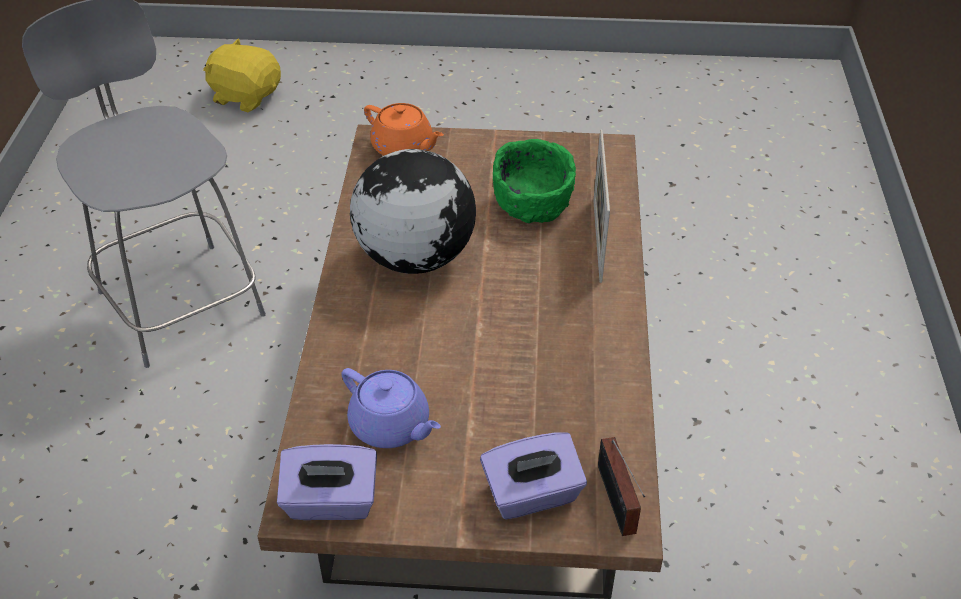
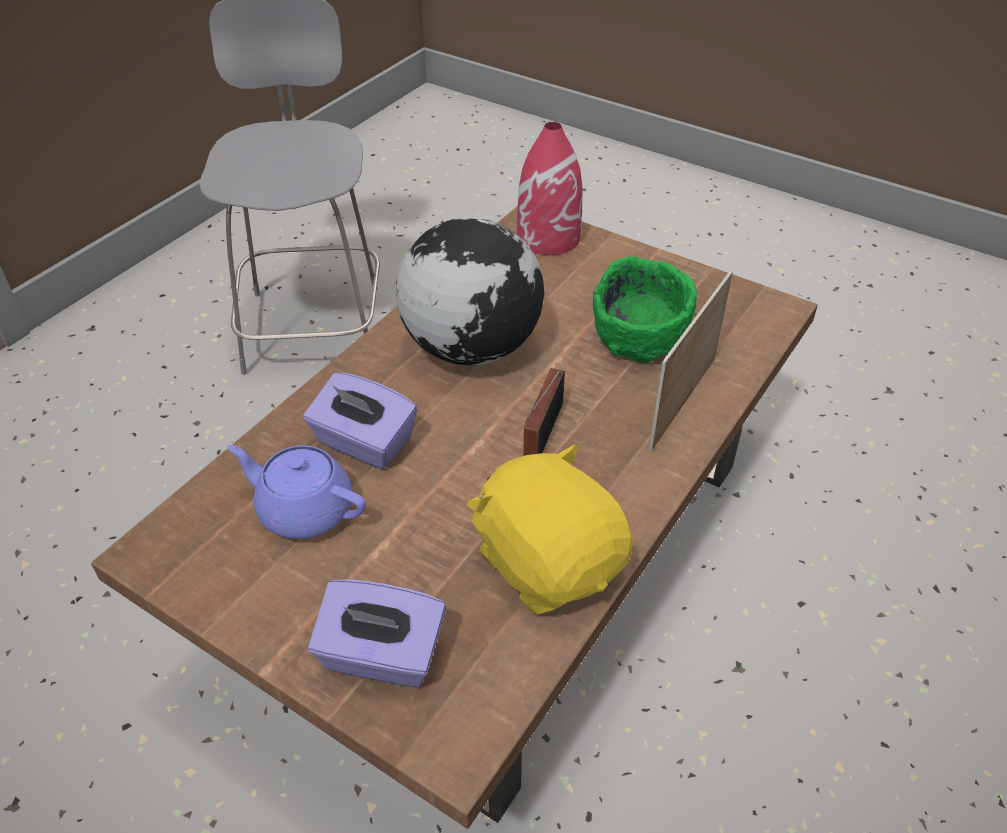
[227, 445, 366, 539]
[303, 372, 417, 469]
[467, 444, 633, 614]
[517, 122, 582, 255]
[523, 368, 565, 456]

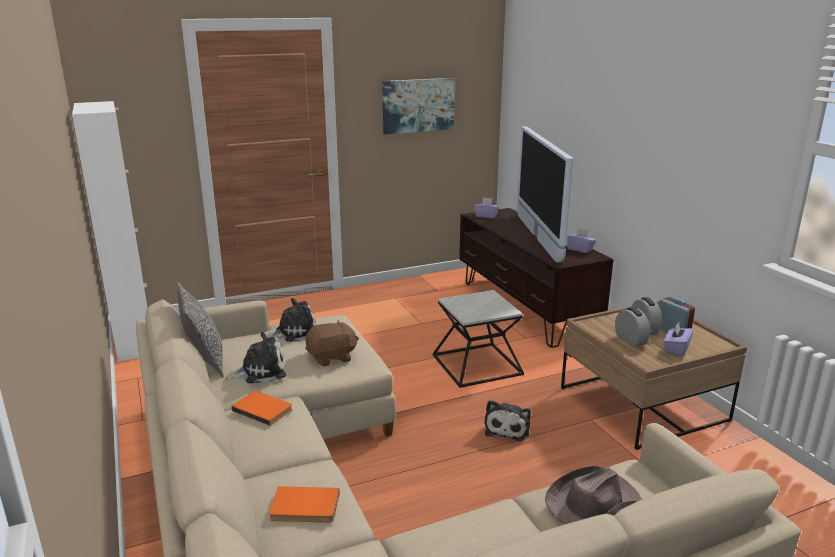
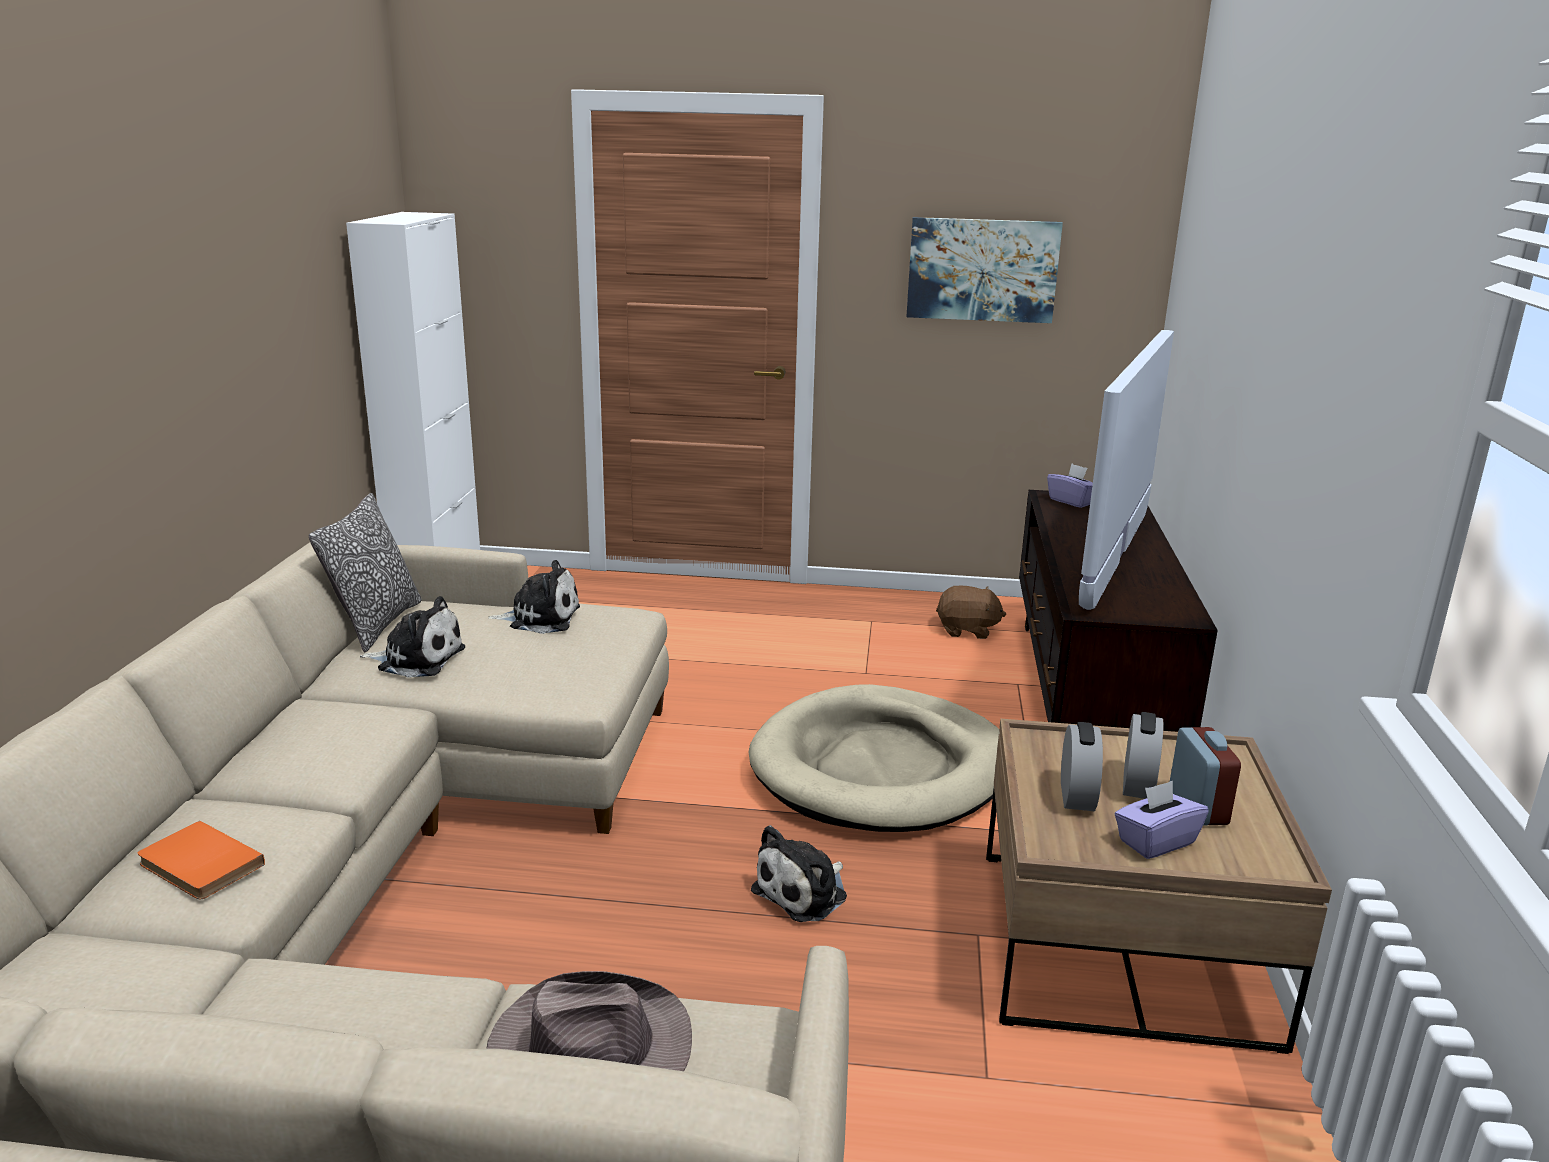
[748, 684, 1000, 832]
[936, 586, 1006, 639]
[231, 391, 293, 426] (first image)
[566, 228, 596, 253] (first image)

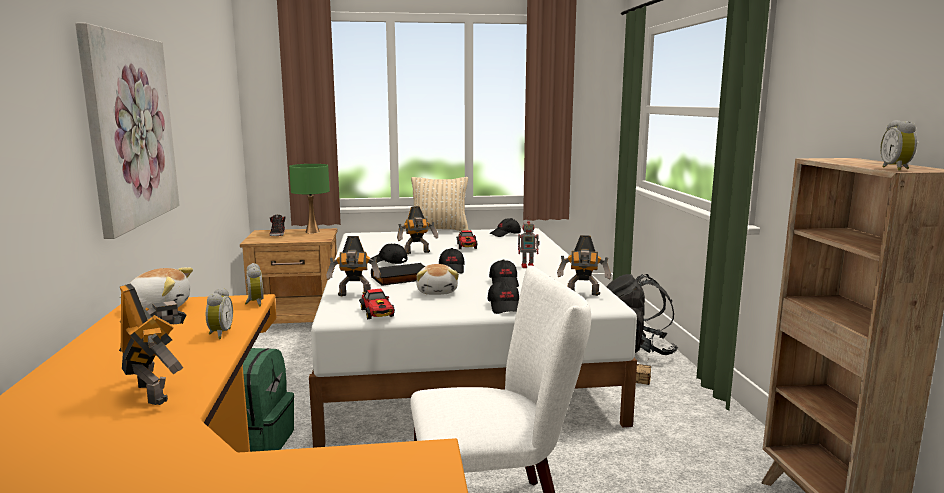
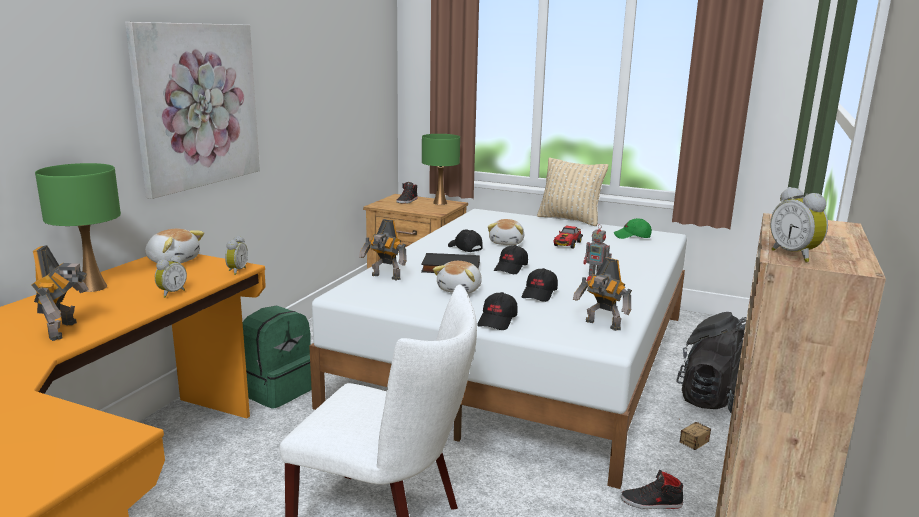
[35, 163, 121, 292]
[488, 219, 524, 245]
[614, 218, 652, 239]
[621, 470, 683, 509]
[770, 187, 828, 262]
[359, 289, 395, 319] (first image)

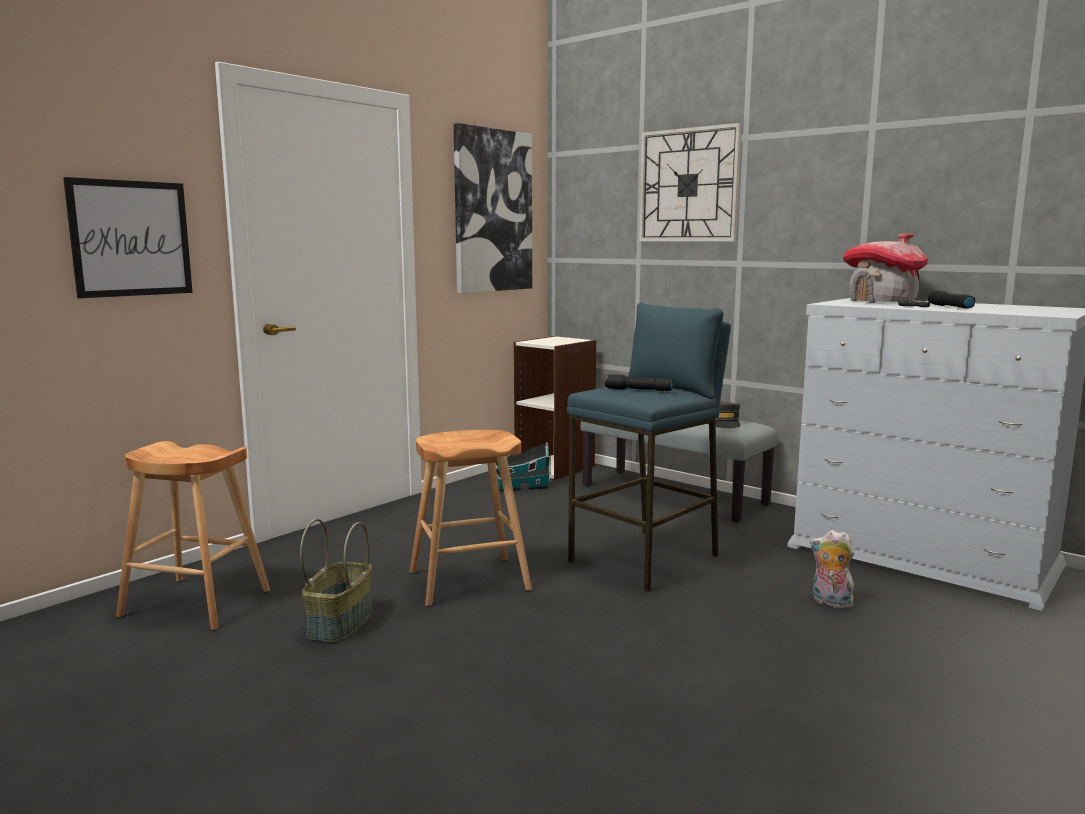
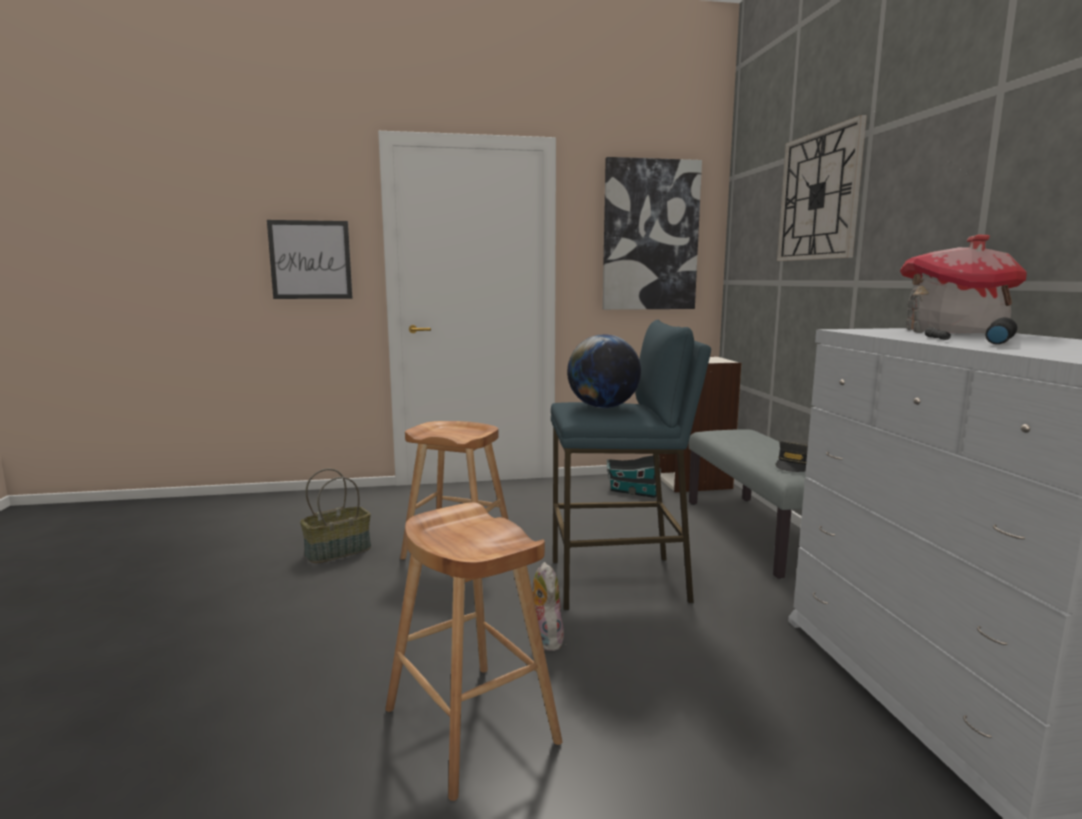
[385, 502, 562, 801]
[532, 562, 564, 651]
[567, 334, 641, 408]

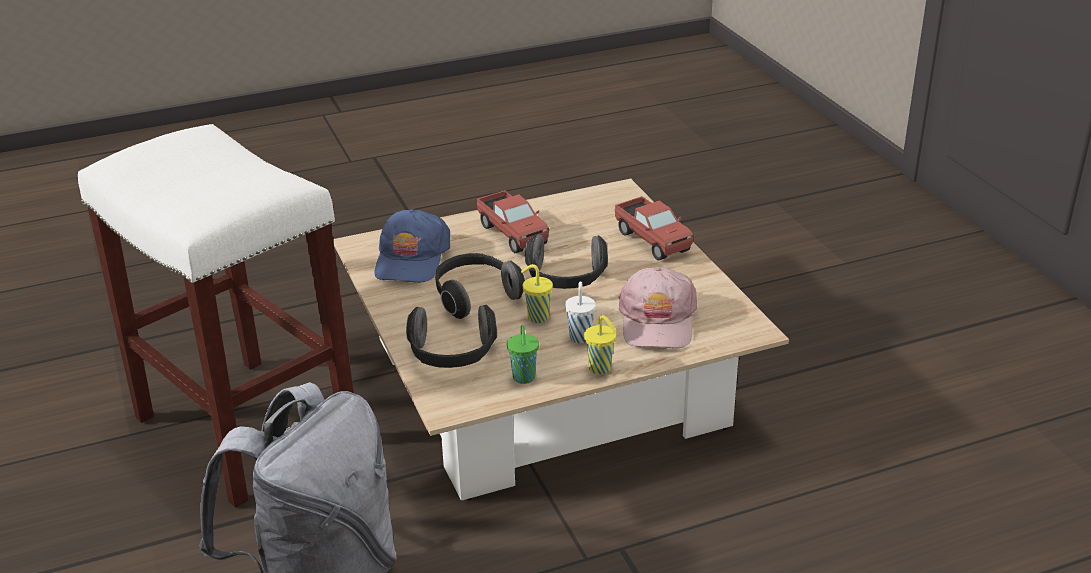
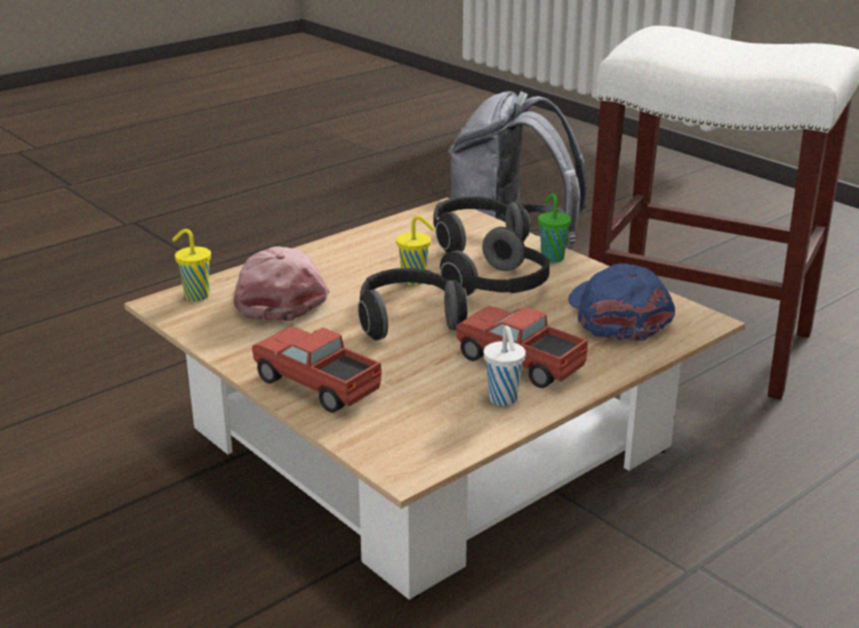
[172, 229, 211, 301]
[484, 326, 526, 406]
[538, 193, 571, 263]

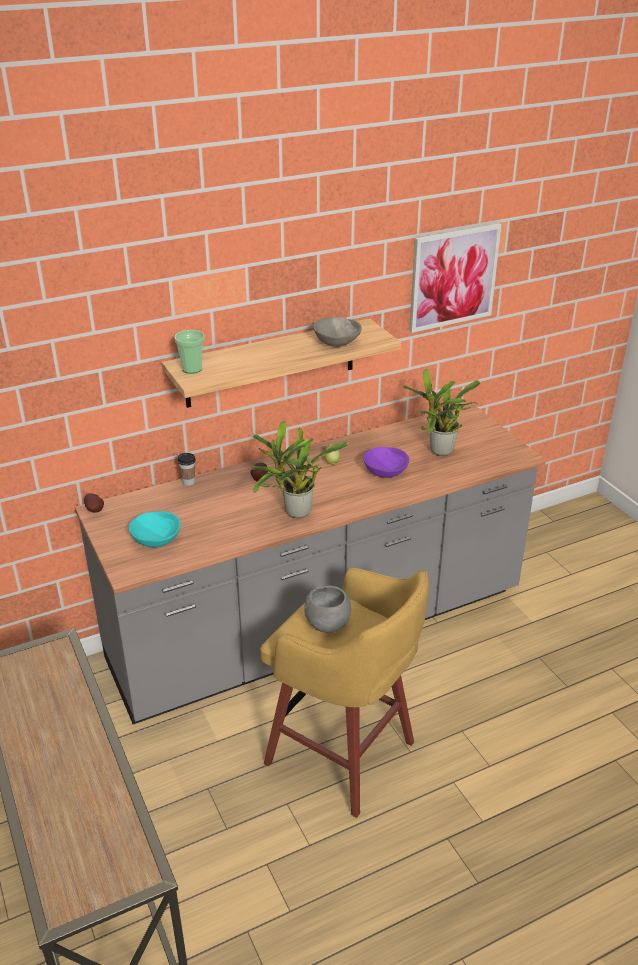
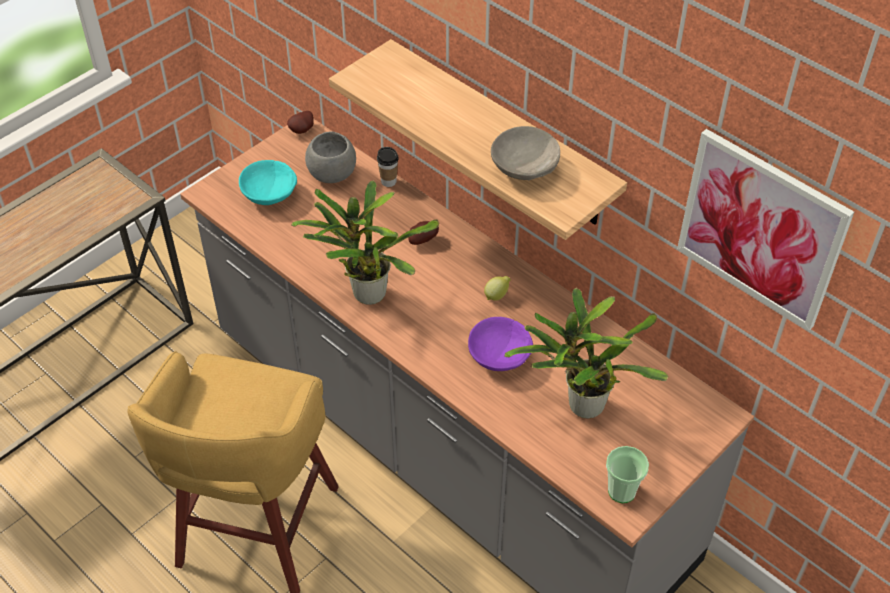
[305, 131, 356, 183]
[606, 446, 649, 503]

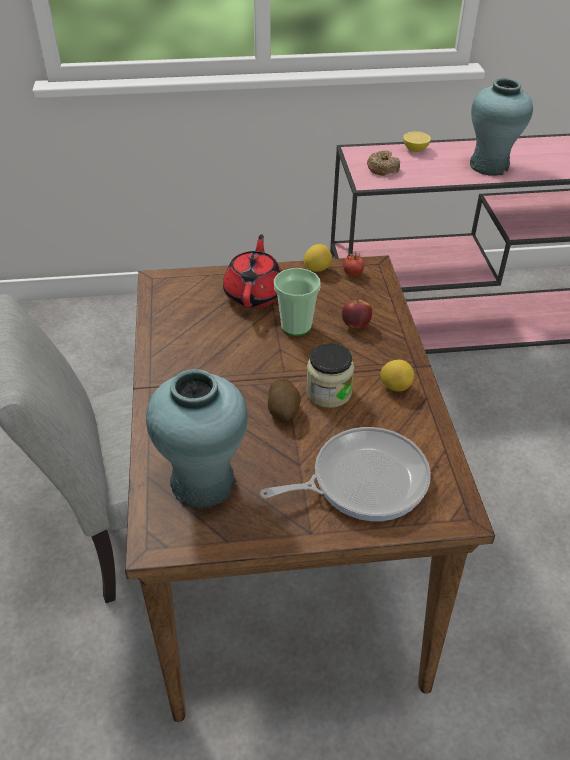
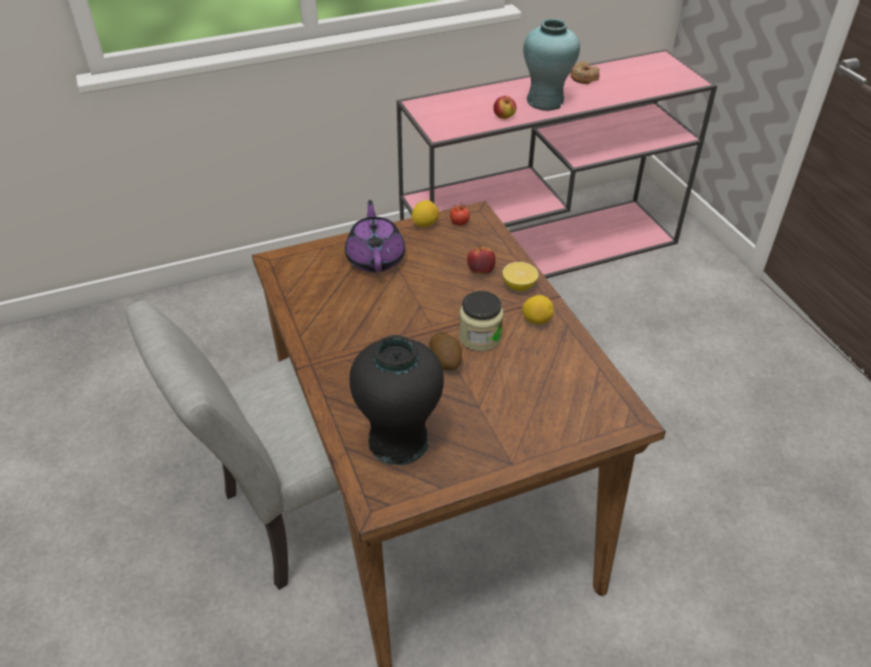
[345, 200, 405, 272]
[349, 335, 444, 466]
[493, 96, 516, 119]
[502, 262, 539, 291]
[570, 61, 600, 84]
[260, 427, 431, 521] (first image)
[274, 268, 321, 336] (first image)

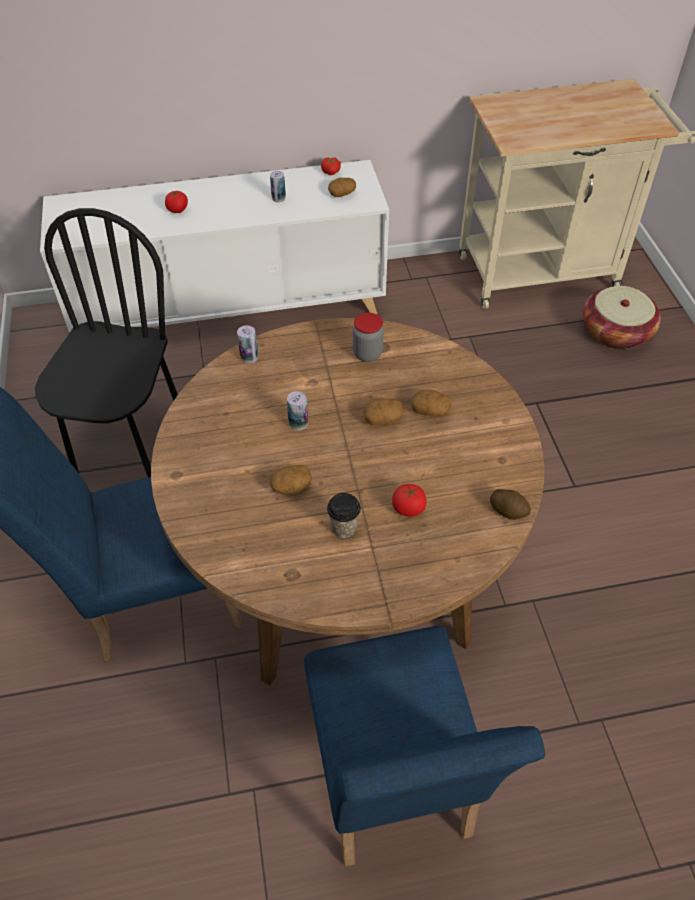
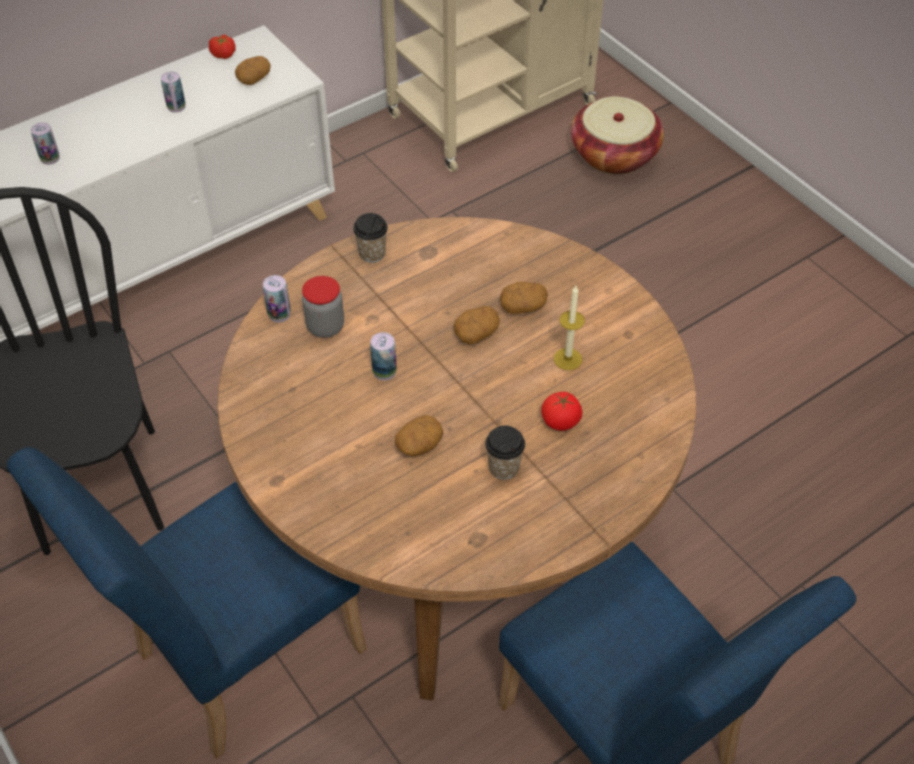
[31, 123, 60, 165]
[302, 276, 344, 338]
[353, 213, 388, 263]
[554, 286, 585, 370]
[490, 489, 531, 520] (first image)

